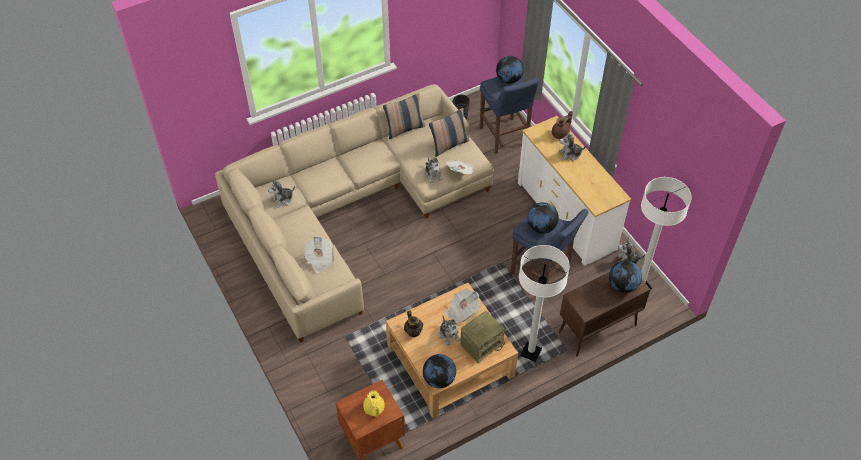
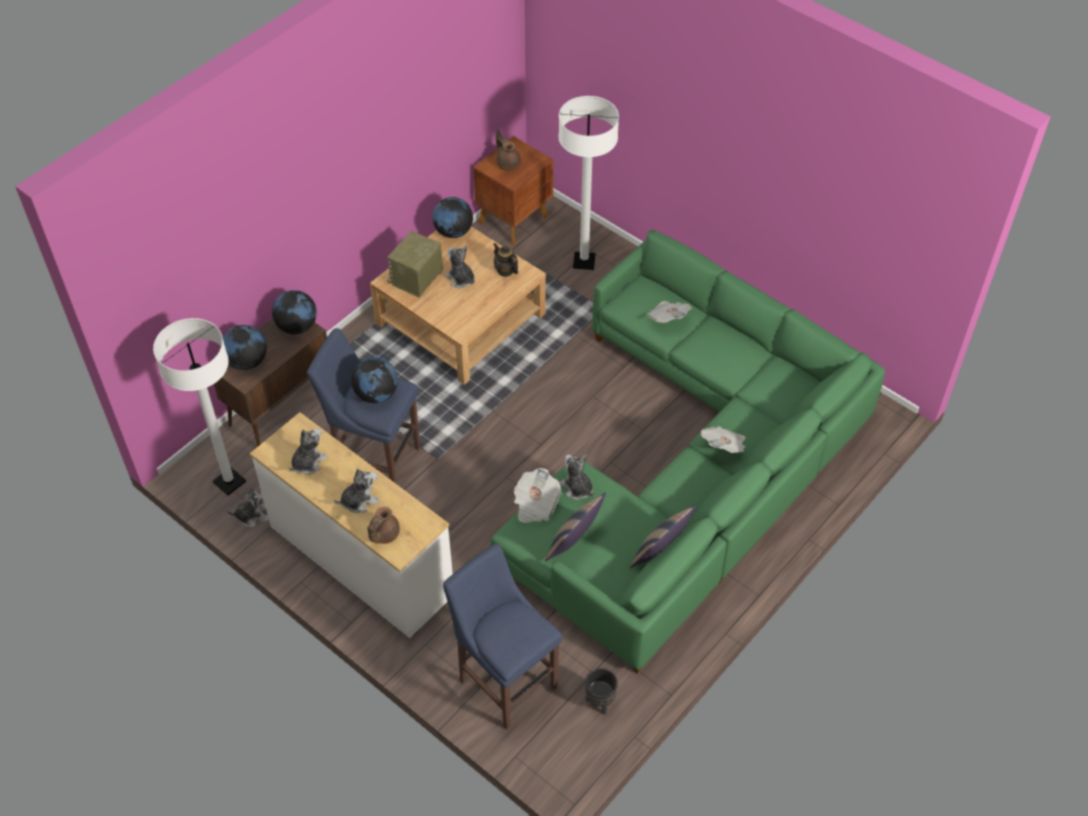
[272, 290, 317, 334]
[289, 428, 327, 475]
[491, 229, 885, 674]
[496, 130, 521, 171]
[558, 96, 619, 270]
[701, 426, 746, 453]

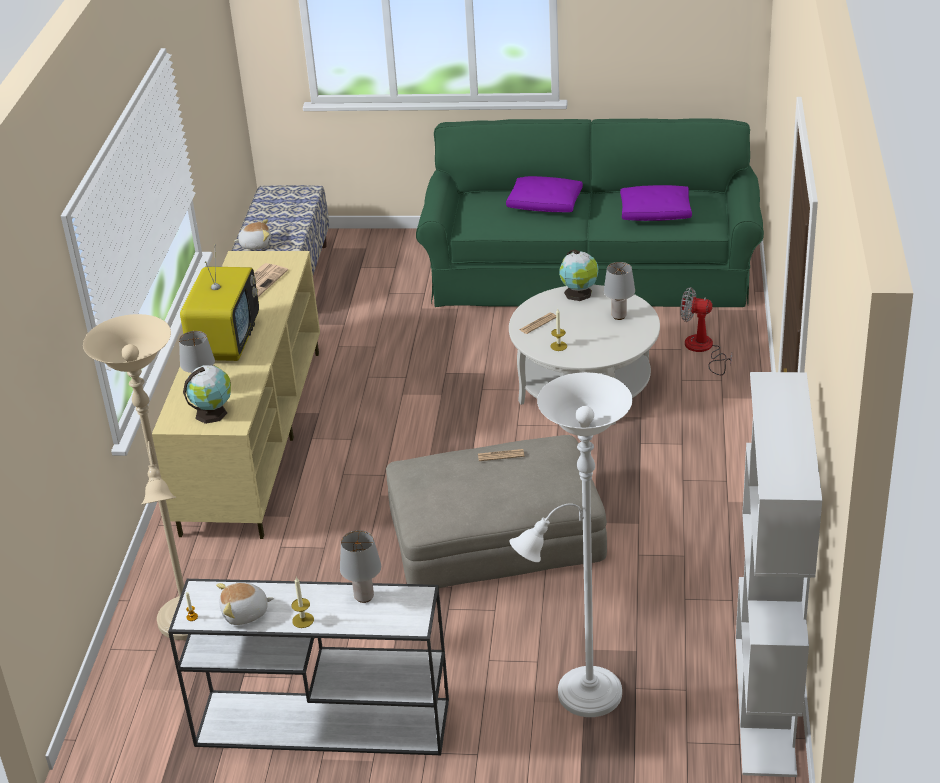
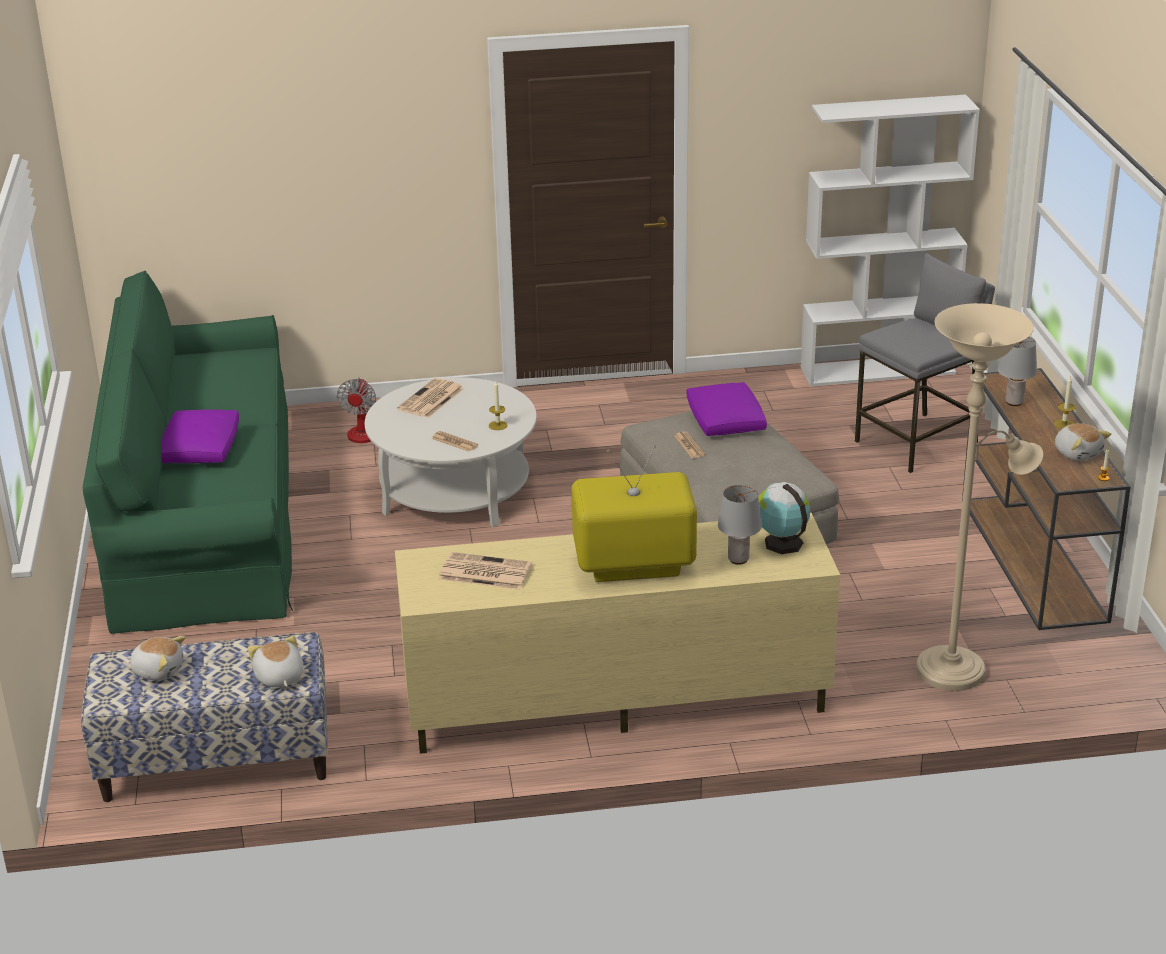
[127, 636, 186, 681]
[397, 378, 464, 418]
[687, 382, 767, 436]
[855, 253, 995, 473]
[962, 368, 1130, 630]
[559, 250, 598, 301] (first image)

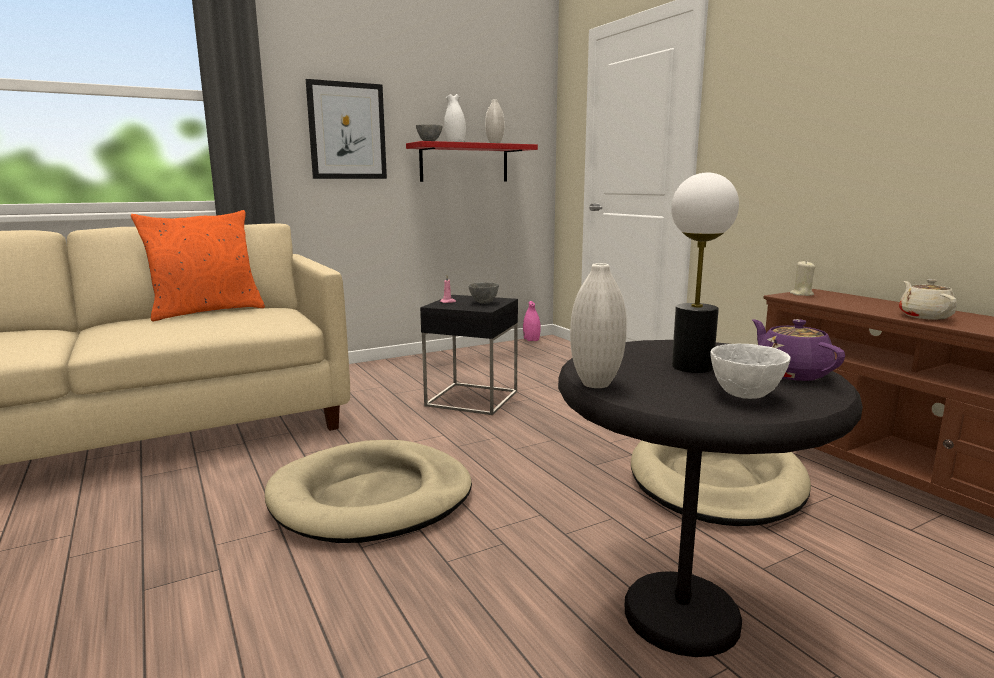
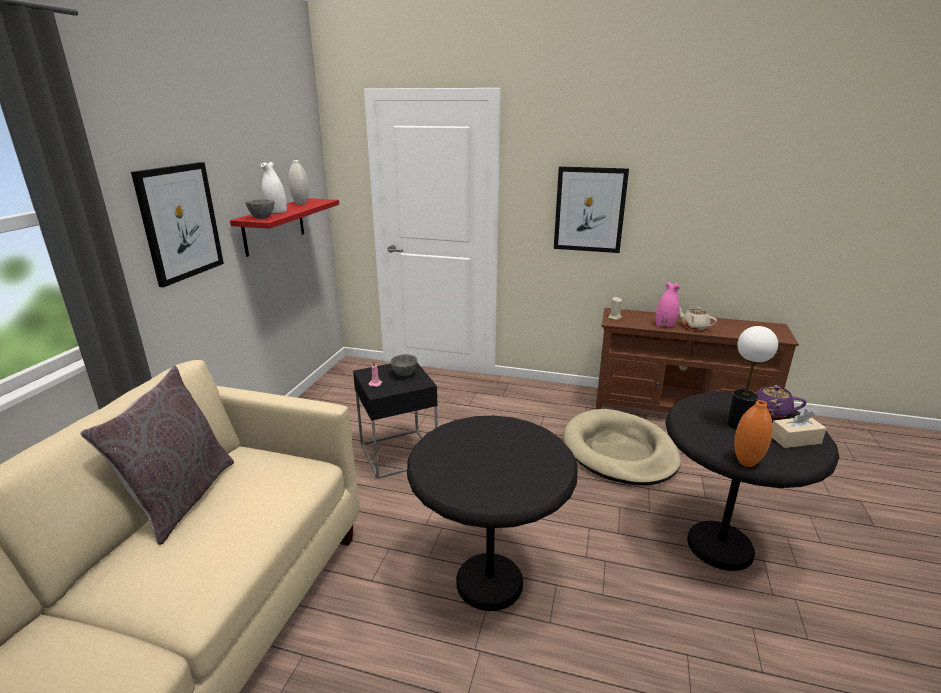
[80, 366, 234, 545]
[407, 416, 578, 611]
[554, 166, 629, 253]
[656, 282, 680, 328]
[734, 400, 773, 467]
[772, 409, 827, 448]

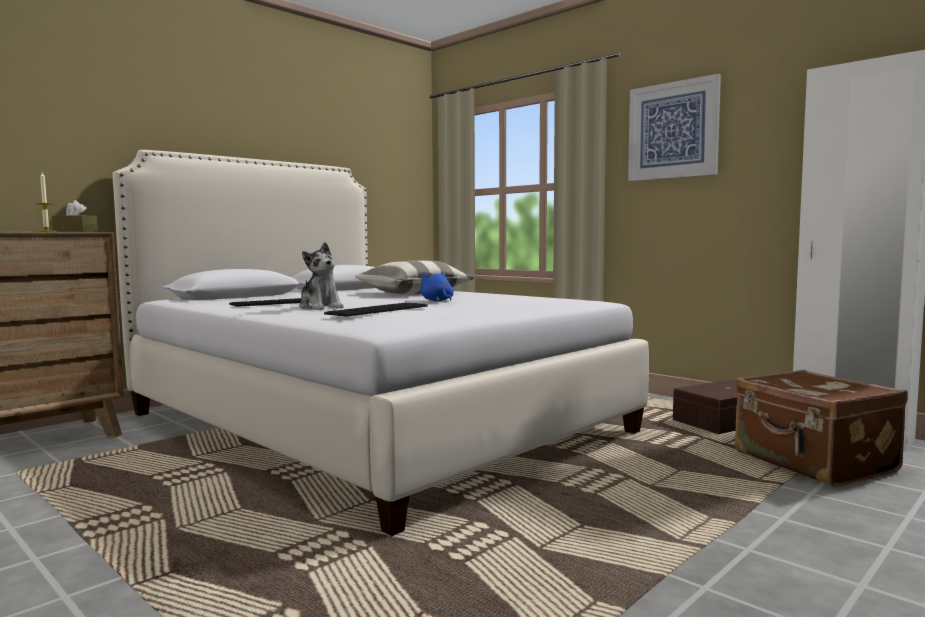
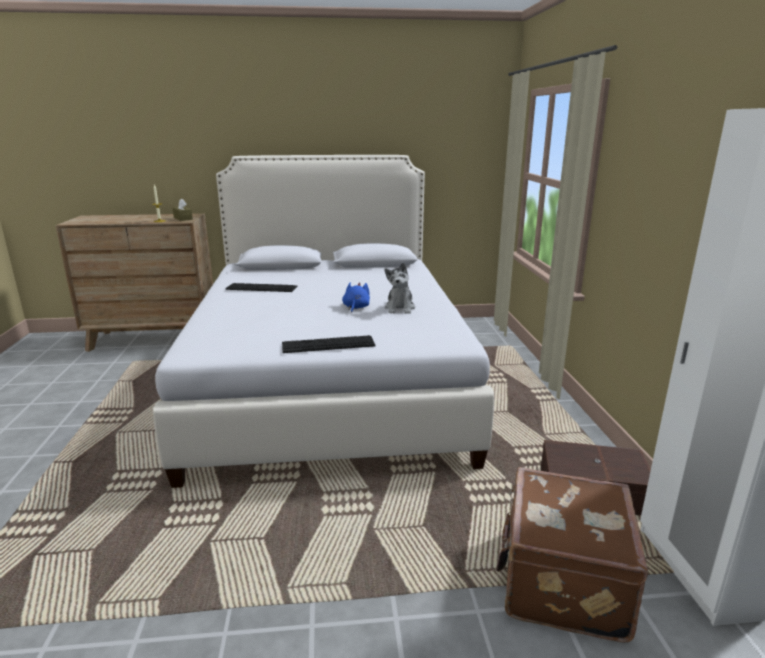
[282, 335, 375, 353]
[384, 262, 415, 314]
[355, 261, 474, 295] (first image)
[628, 74, 721, 181] (first image)

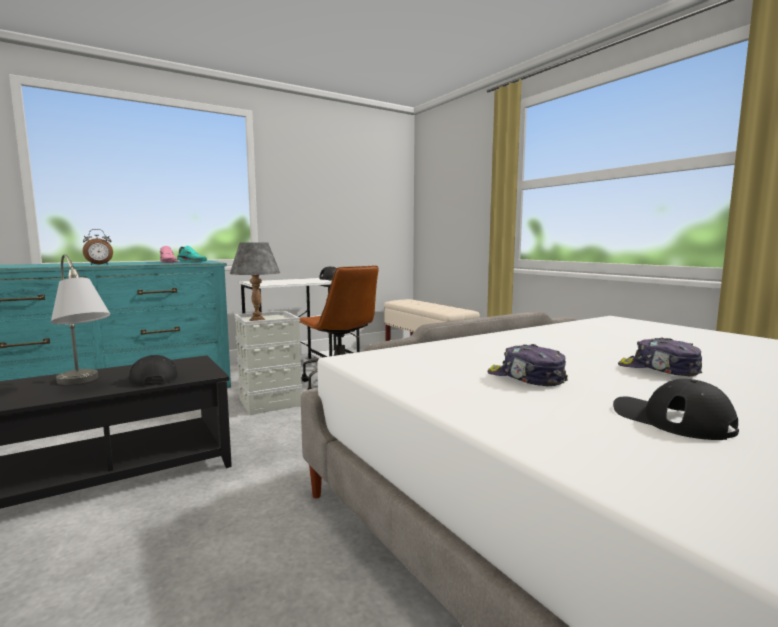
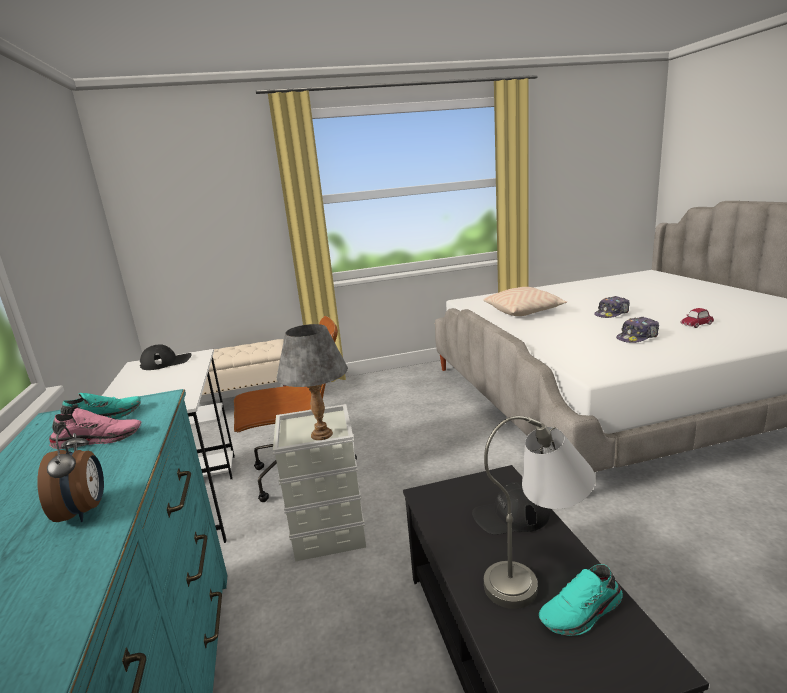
[483, 287, 567, 316]
[539, 564, 623, 636]
[680, 308, 714, 328]

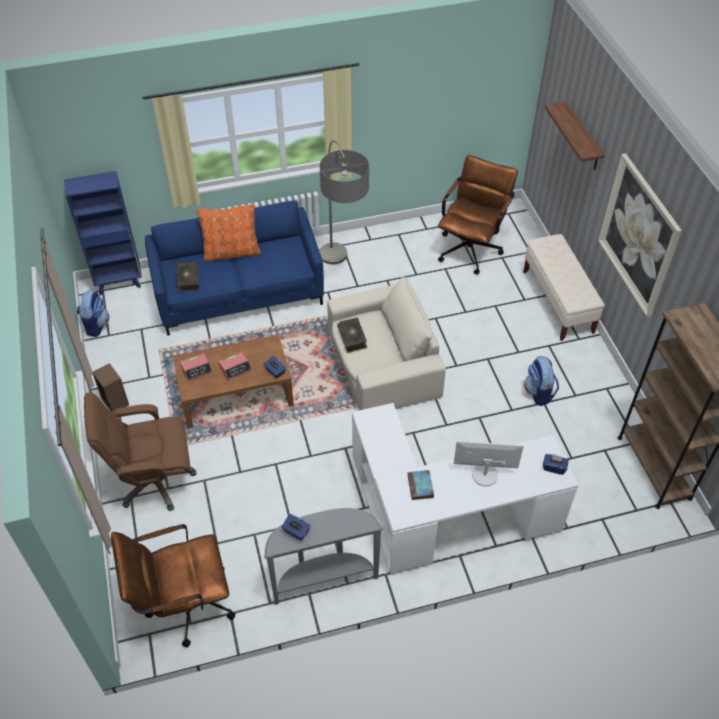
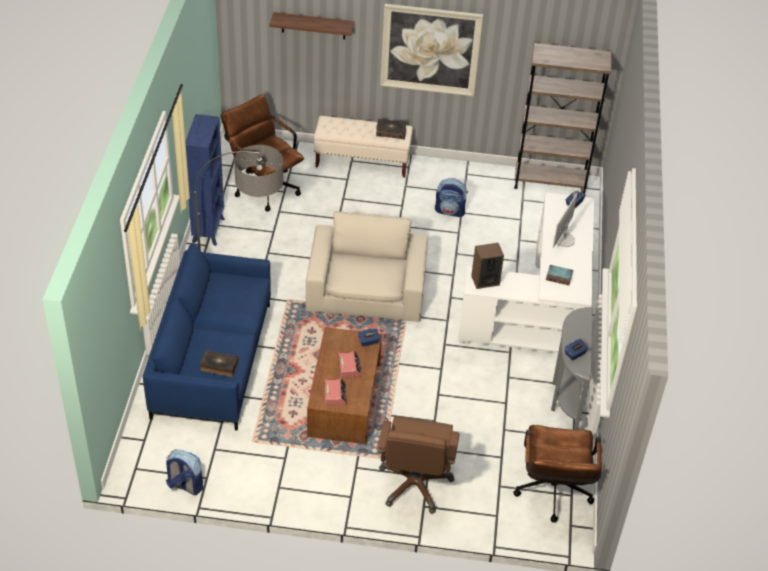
[185, 114, 225, 246]
[376, 119, 406, 139]
[471, 243, 504, 289]
[196, 204, 261, 261] (first image)

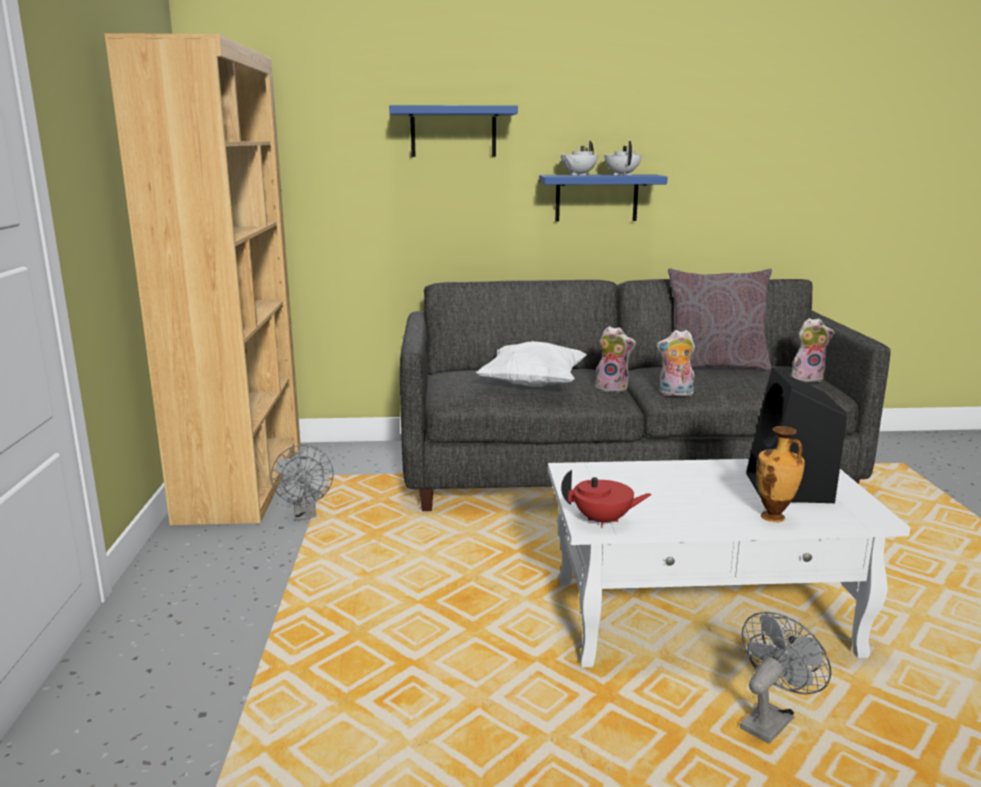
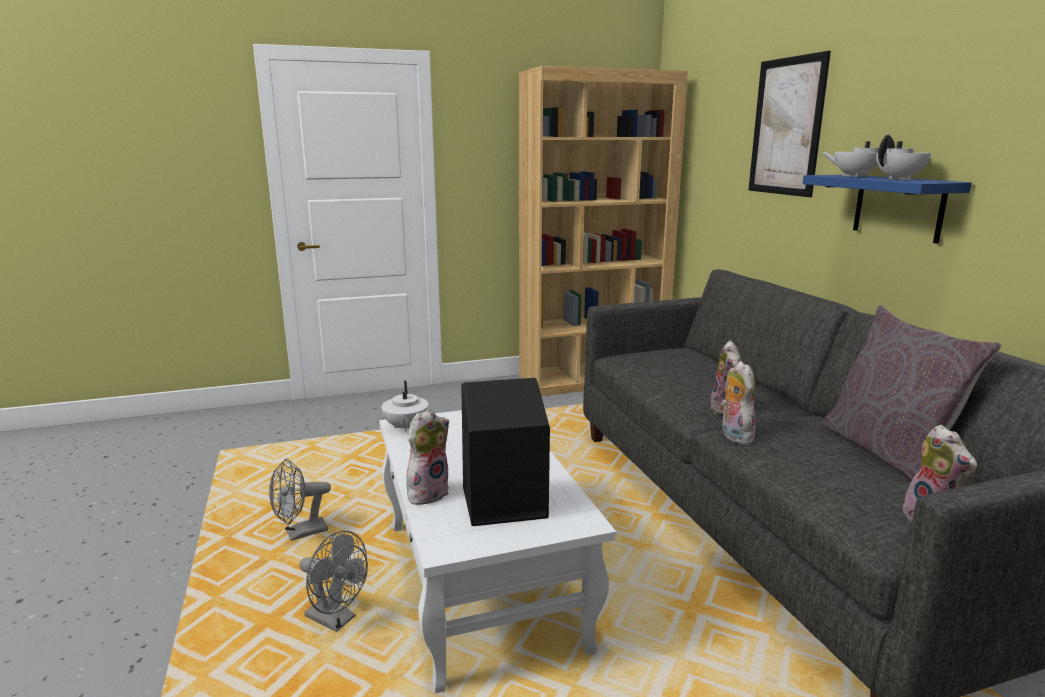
[269, 459, 331, 541]
[381, 381, 428, 433]
[406, 409, 449, 505]
[748, 51, 831, 197]
[476, 341, 587, 387] (first image)

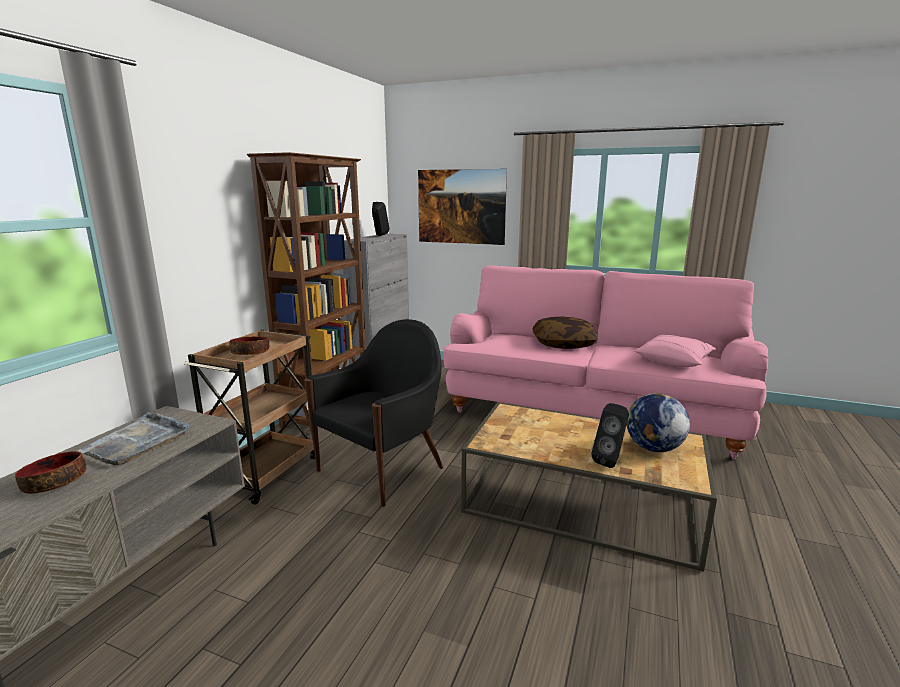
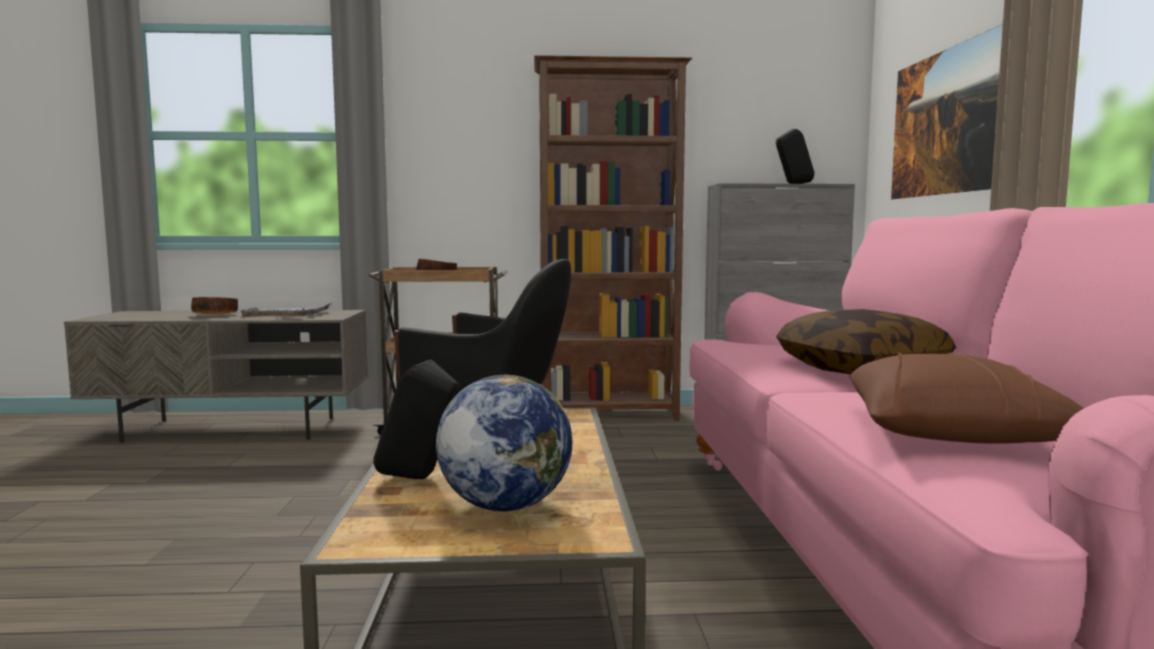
[849, 353, 1084, 444]

